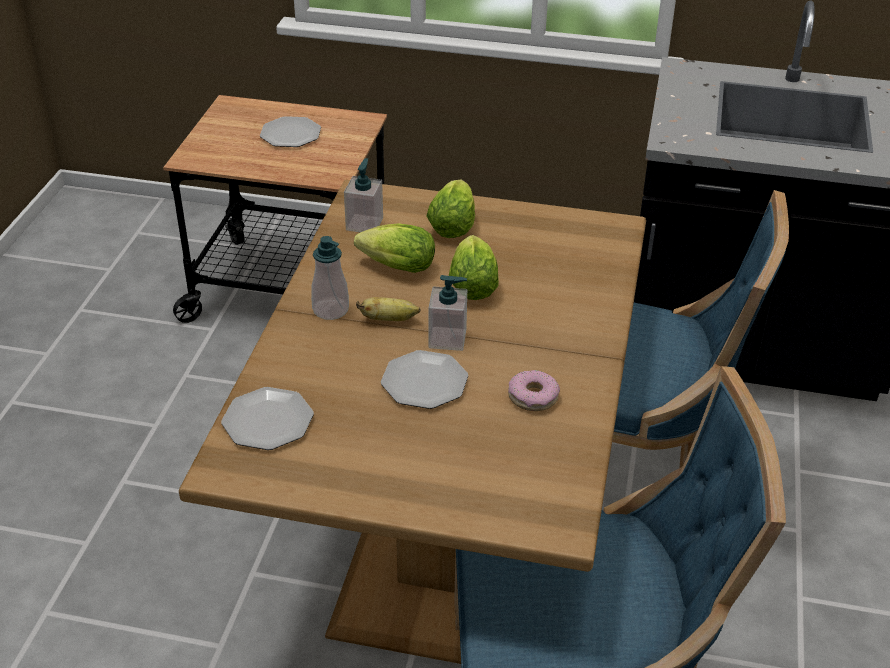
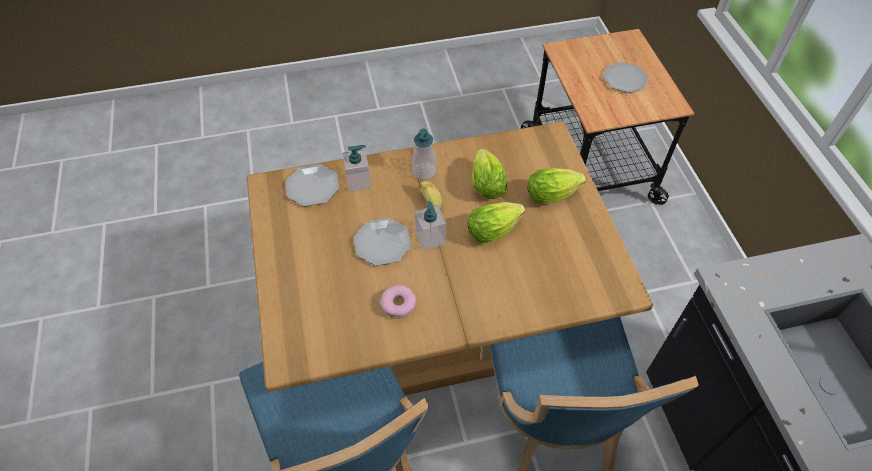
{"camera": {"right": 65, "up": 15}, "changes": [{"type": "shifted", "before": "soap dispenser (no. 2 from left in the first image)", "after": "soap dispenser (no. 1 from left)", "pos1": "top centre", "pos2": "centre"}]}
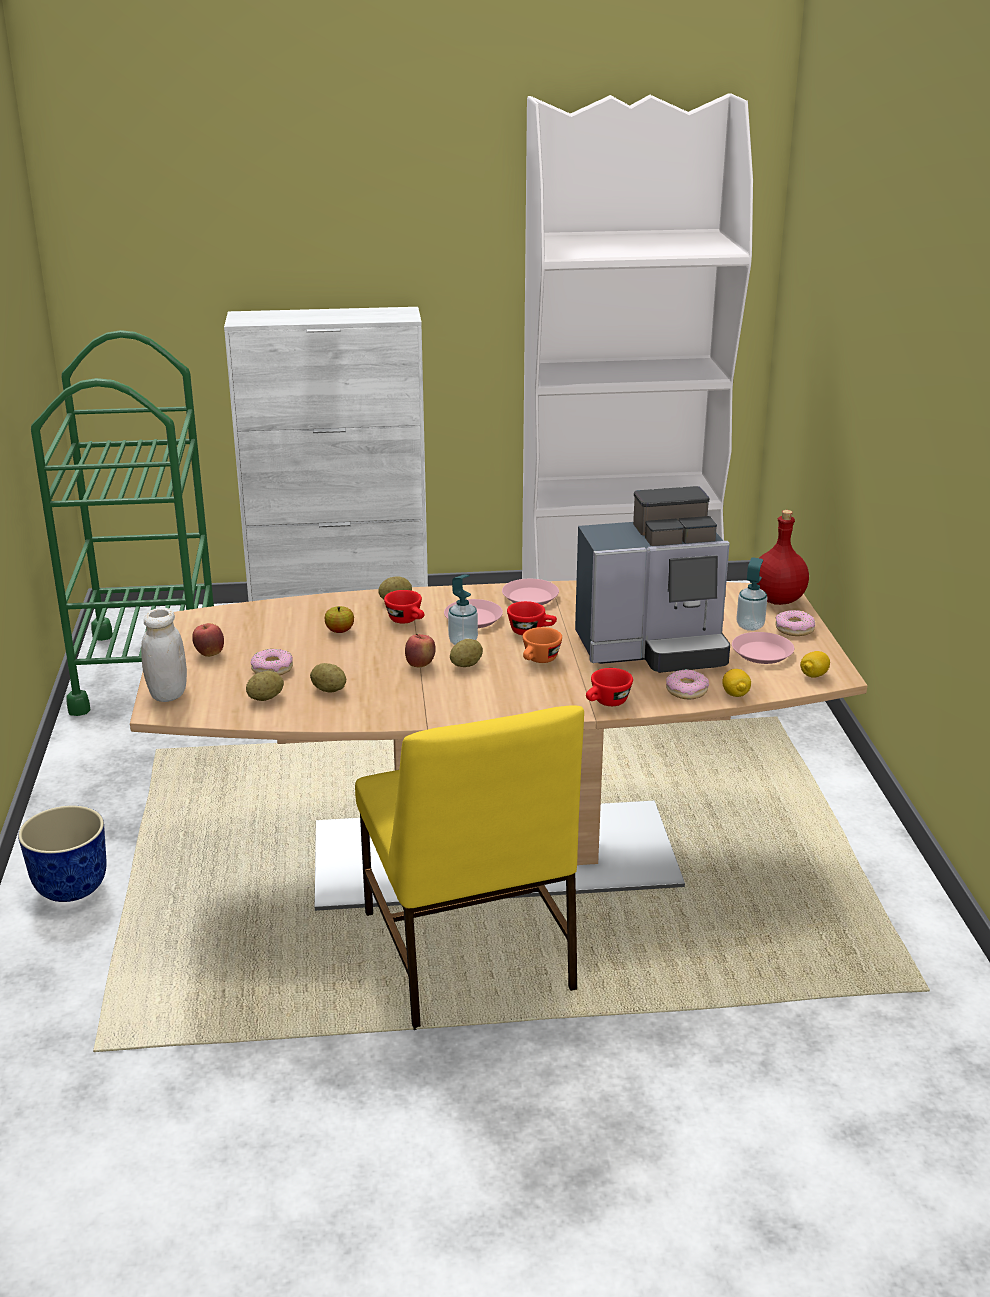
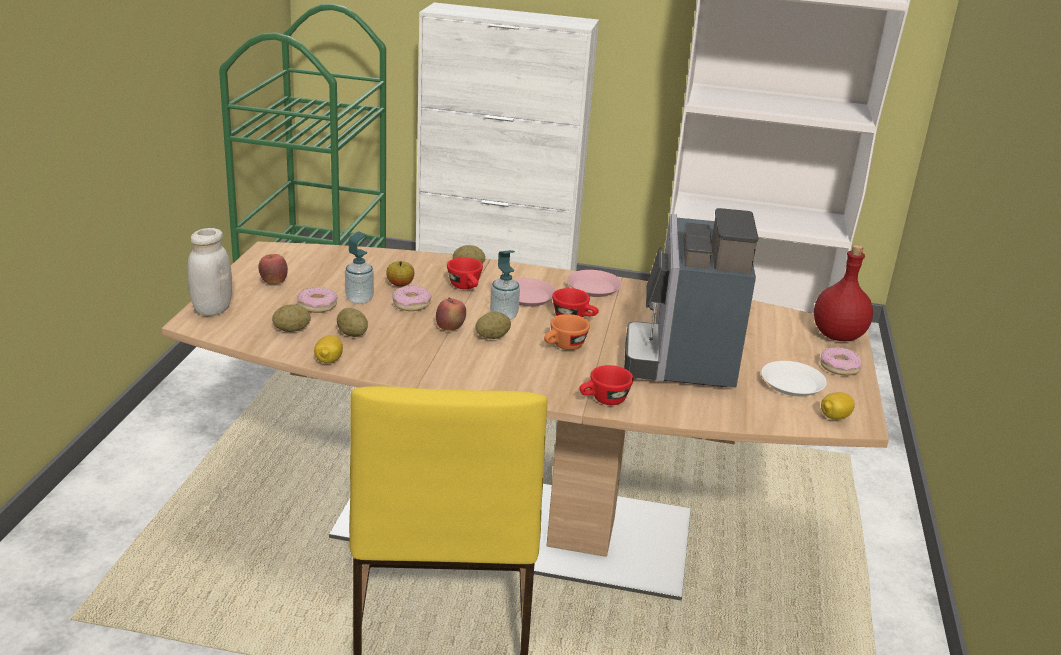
{"camera": {"right": 15, "up": 0}, "changes": [{"type": "shifted", "before": "lemon (no. 1 from left)", "pos1": "middle right", "pos2": "middle left"}, {"type": "shifted", "before": "soap dispenser (no. 2 from left in the first image)", "after": "soap dispenser (no. 1 from left)", "pos1": "middle right", "pos2": "centre"}, {"type": "shifted", "before": "donut (no. 2 from left)", "pos1": "middle right", "pos2": "centre"}, {"type": "rotated", "before": "coffee machine", "pos1": "centre", "pos2": "centre", "turn": 90}, {"type": "repainted", "before": "plate/pink (no. 3 from left)", "after": "plate/white", "pos1": "middle right", "pos2": "middle right"}, {"type": "gone", "before": "planter", "pos1": "middle left"}]}
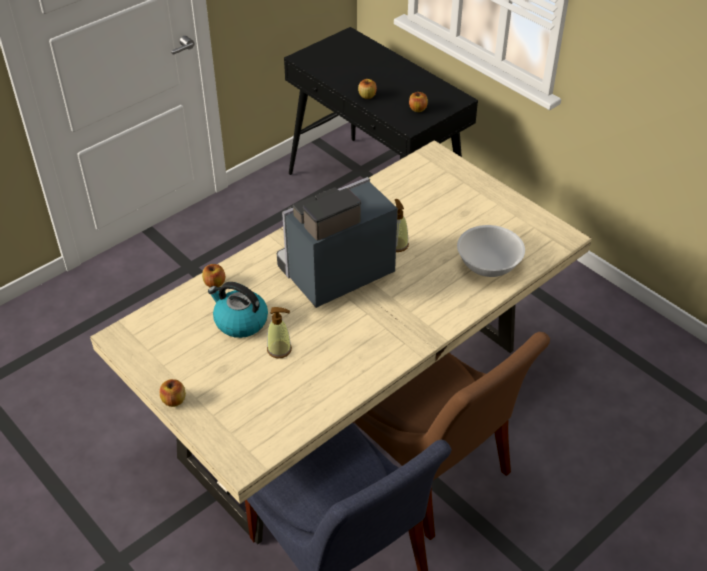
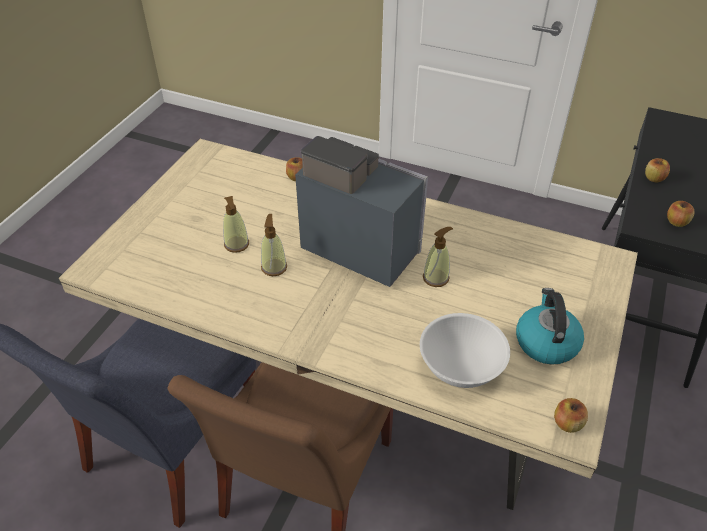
{"camera": {"right": 65, "up": 0}, "changes": [{"type": "new", "after": "soap dispenser (no. 2 from left)", "pos2": "centre"}, {"type": "shifted", "before": "kettle", "pos1": "centre", "pos2": "middle right"}, {"type": "shifted", "before": "apple (no. 1 from left in the first image)", "after": "apple (no. 2 from left)", "pos1": "bottom left", "pos2": "bottom right"}]}
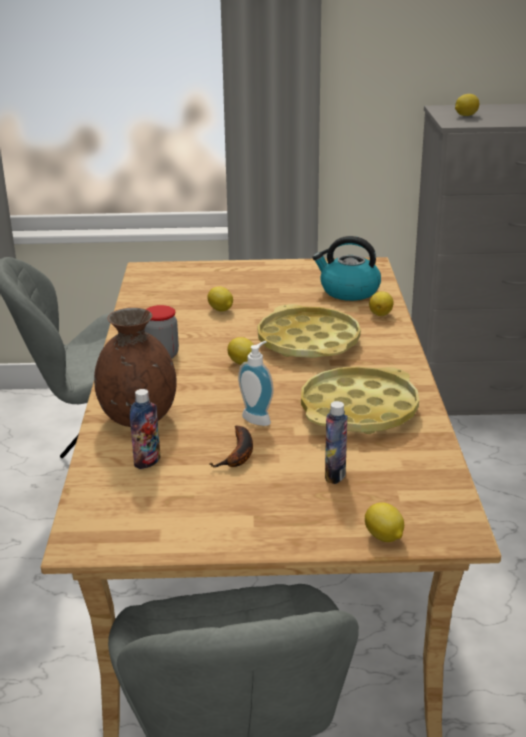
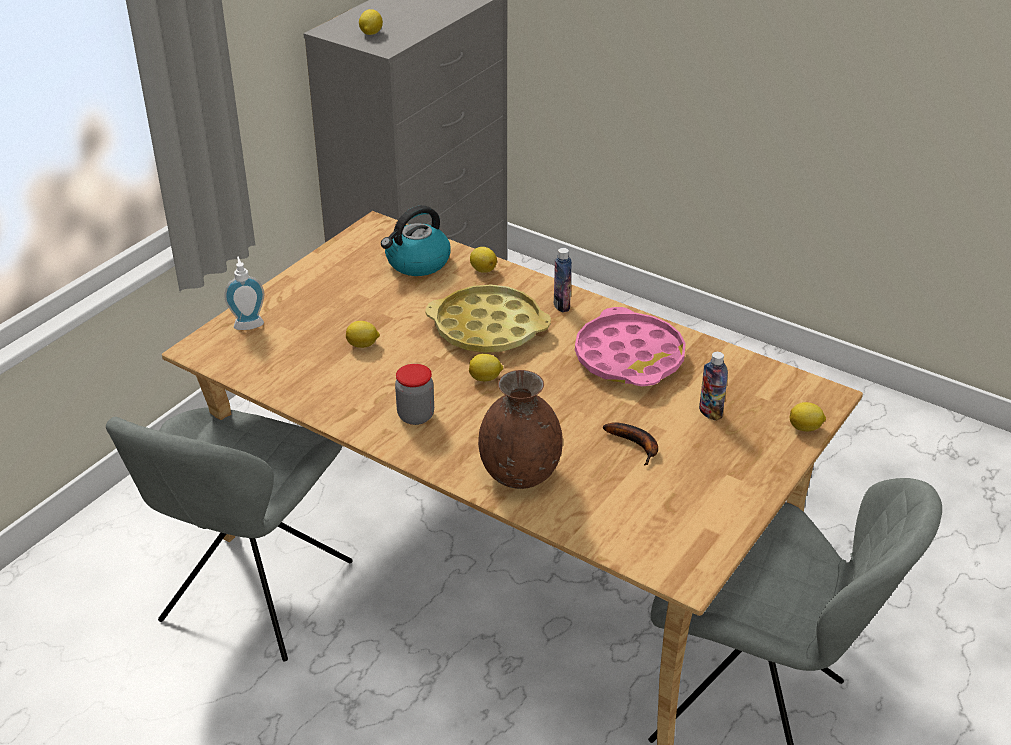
{"camera": {"right": -55, "up": 10}, "changes": [{"type": "shifted", "before": "soap dispenser", "pos1": "centre", "pos2": "middle left"}, {"type": "shifted", "before": "bottle (no. 1 from left)", "pos1": "middle left", "pos2": "centre"}, {"type": "repainted", "before": "tray/yellow (no. 2 from left)", "after": "tray/pink", "pos1": "middle right", "pos2": "centre"}]}
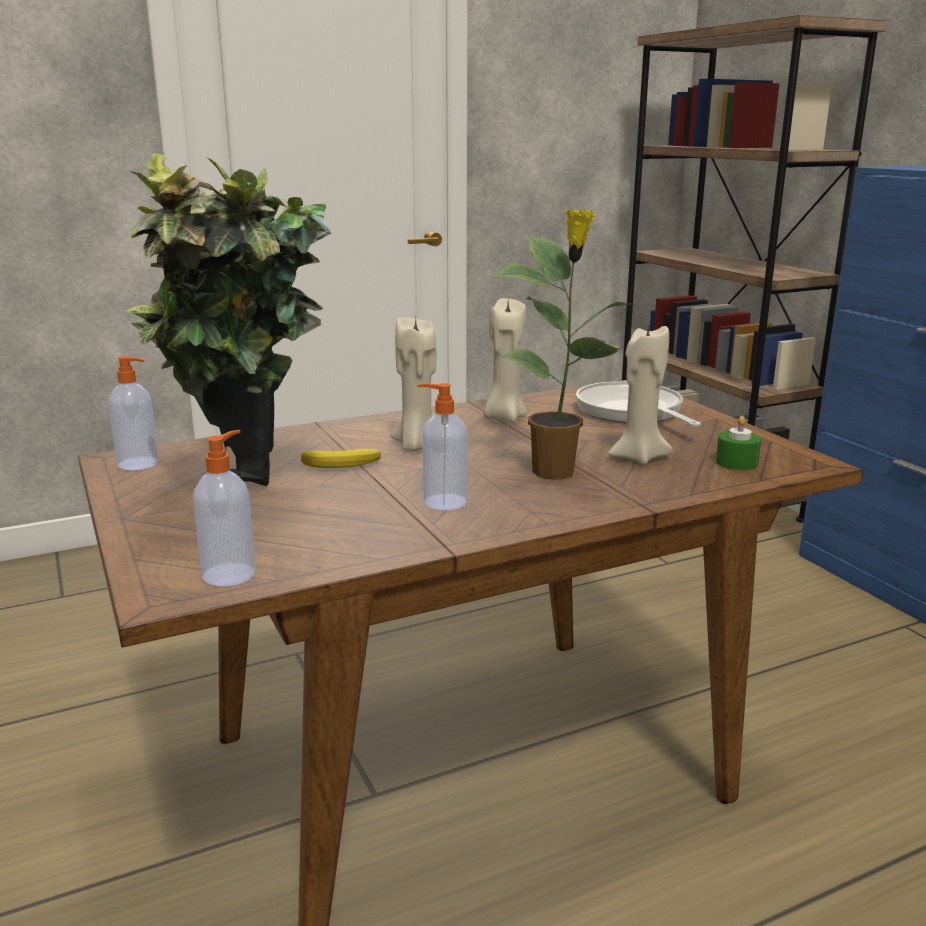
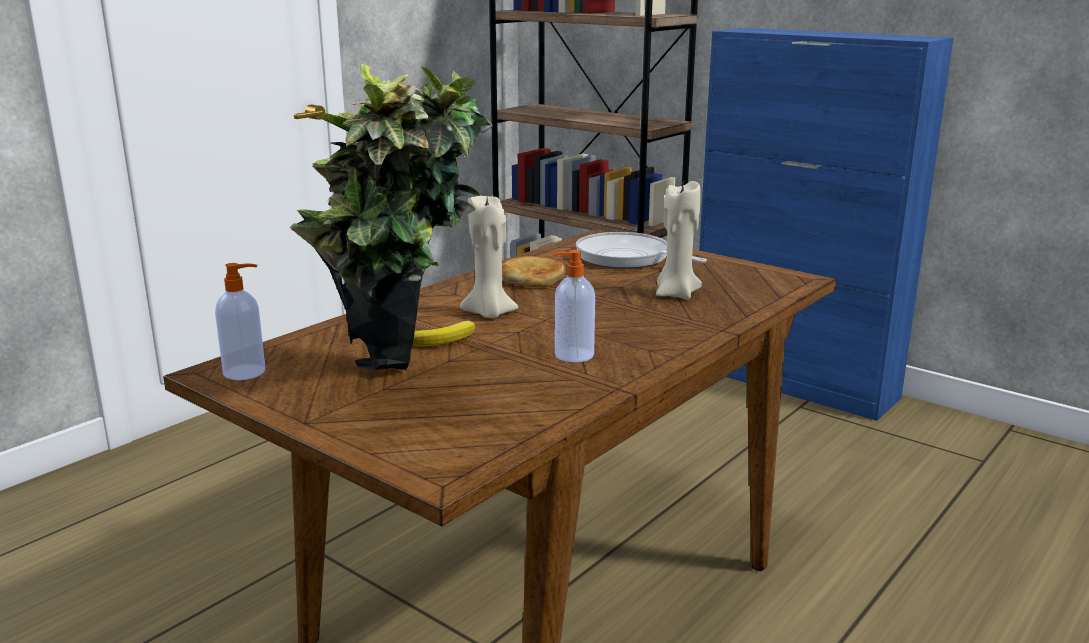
{"camera": {"right": -25, "up": 0}, "changes": [{"type": "swapped", "before": "candle/beige (no. 2 from left)", "after": "bread", "pos1": "centre", "pos2": "centre"}, {"type": "gone", "before": "soap dispenser (no. 2 from left)", "pos1": "middle left"}, {"type": "gone", "before": "potted plant (no. 2 from left)", "pos1": "centre"}, {"type": "gone", "before": "candle/green", "pos1": "middle right"}]}
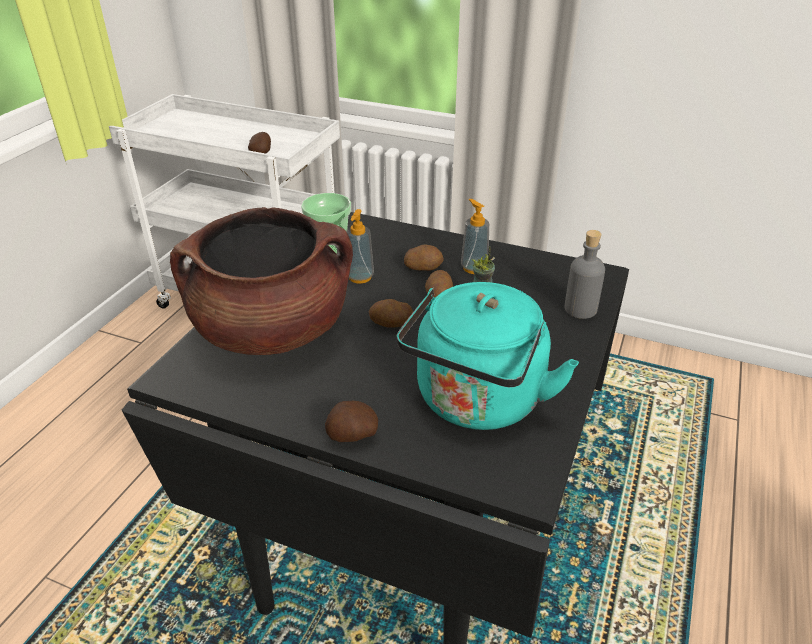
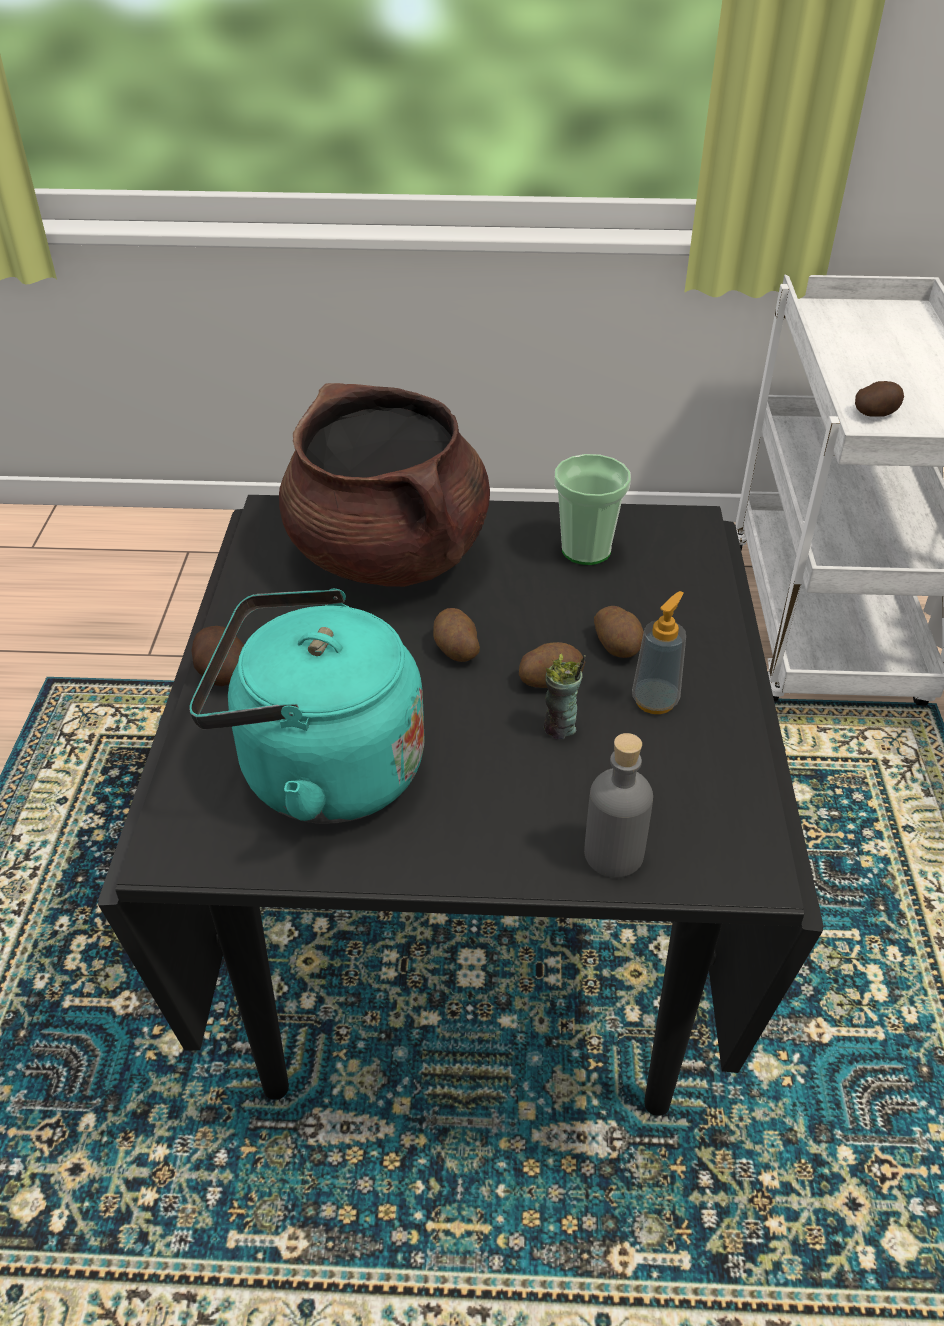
{"camera": {"right": 70, "up": 5}, "changes": [{"type": "gone", "before": "soap dispenser (no. 1 from left)", "pos1": "centre"}]}
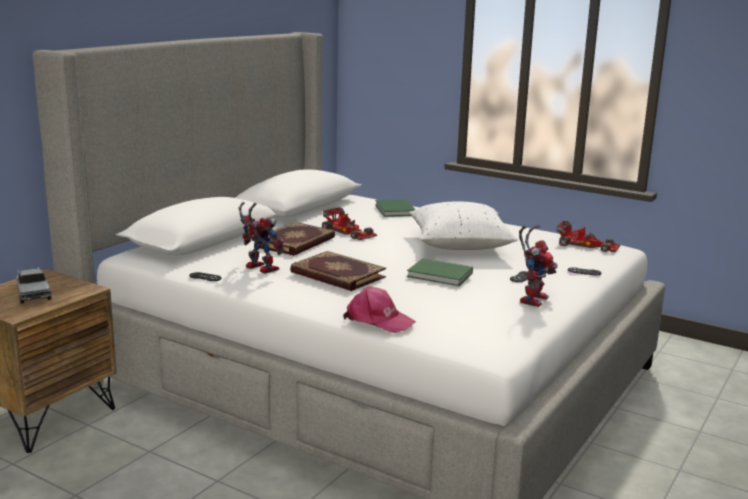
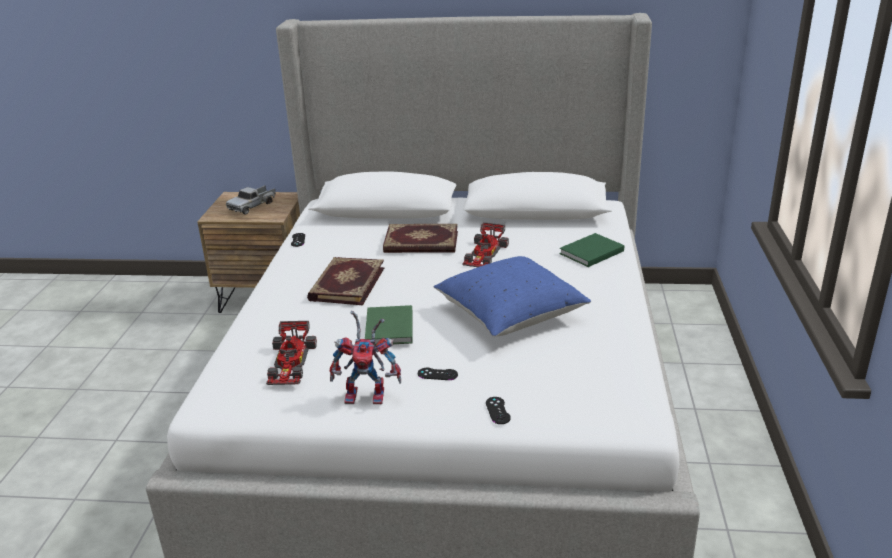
{"camera": {"right": 65, "up": 10}, "changes": [{"type": "shifted", "before": "toy car (no. 2 from left in the first image)", "after": "toy car (no. 1 from left)", "pos1": "middle right", "pos2": "middle left"}, {"type": "repainted", "before": "pillow/white", "after": "pillow/blue", "pos1": "centre", "pos2": "centre"}, {"type": "gone", "before": "toy robot (no. 1 from left)", "pos1": "centre"}, {"type": "gone", "before": "cap/pink", "pos1": "centre"}]}
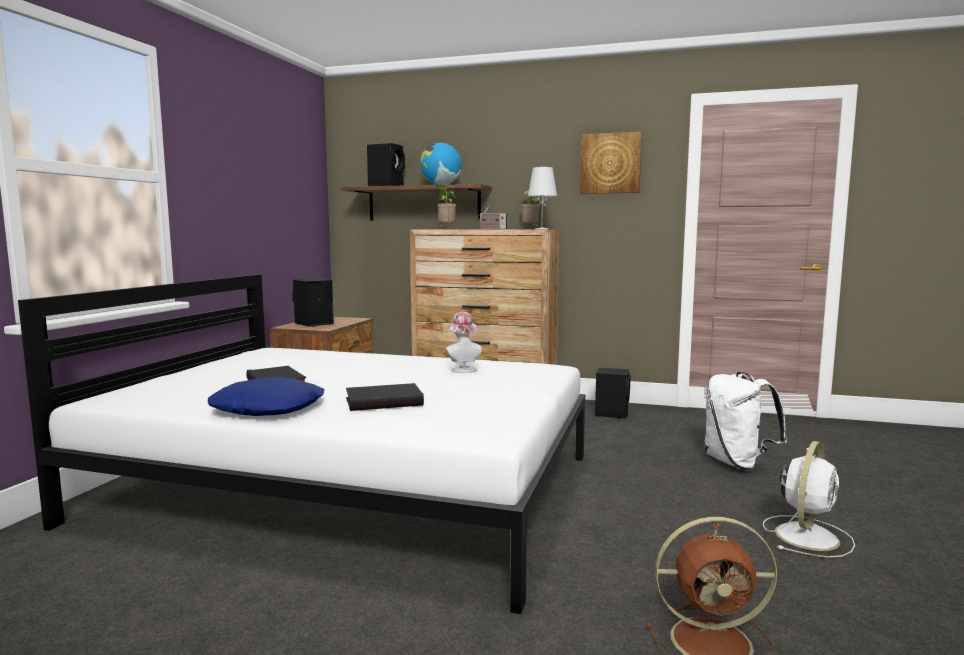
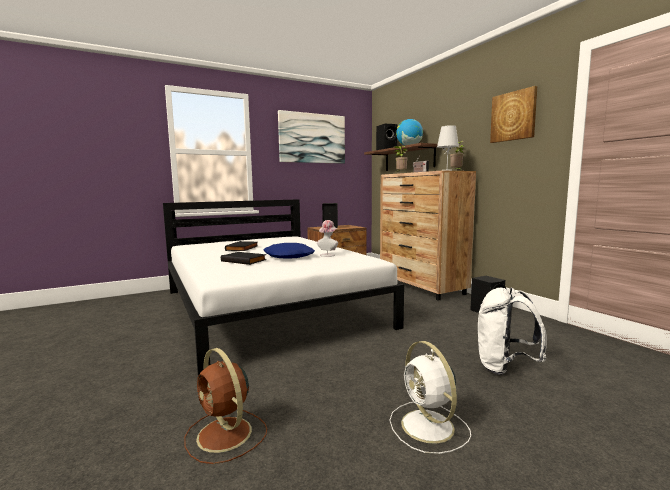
{"camera": {"right": 45, "up": 0}, "changes": [{"type": "shifted", "before": "pillow/blue", "pos1": "middle left", "pos2": "centre"}, {"type": "new", "after": "picture (no. 1 from left)", "pos2": "top centre"}, {"type": "rotated", "before": "fan/white", "pos1": "bottom right", "pos2": "bottom centre", "turn": 75}]}
